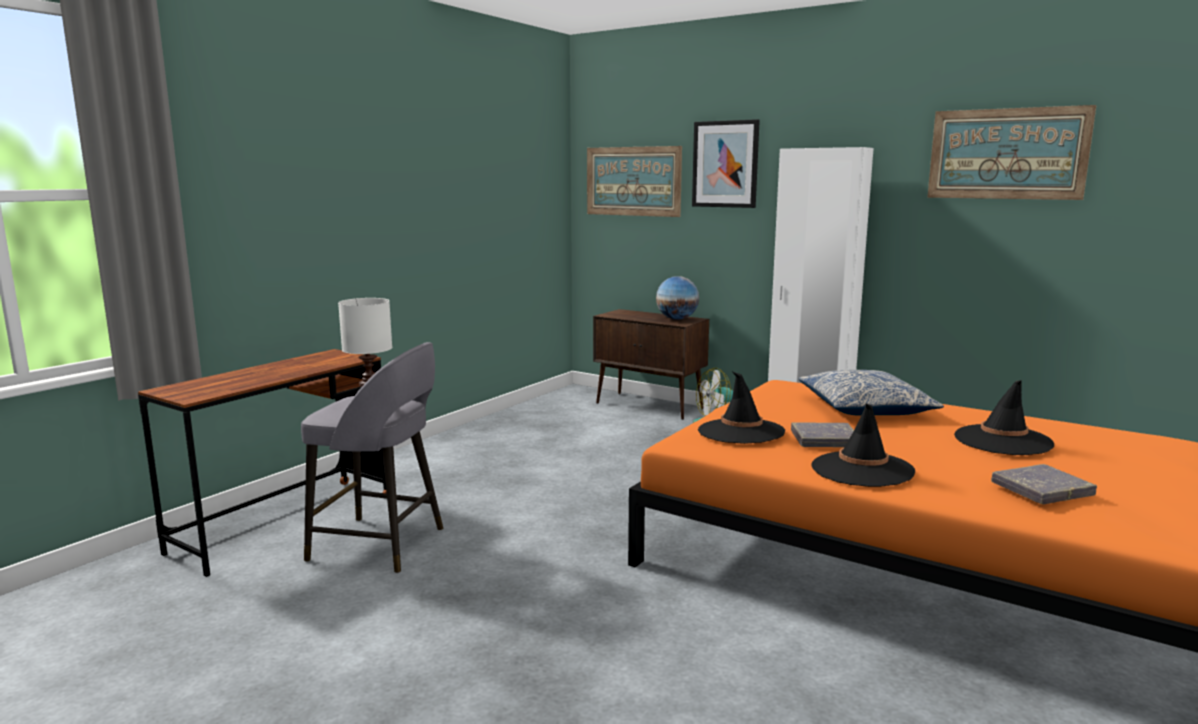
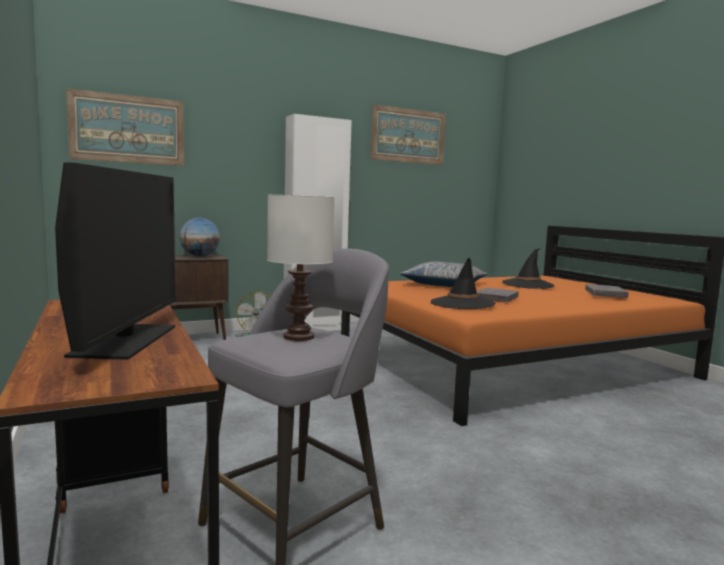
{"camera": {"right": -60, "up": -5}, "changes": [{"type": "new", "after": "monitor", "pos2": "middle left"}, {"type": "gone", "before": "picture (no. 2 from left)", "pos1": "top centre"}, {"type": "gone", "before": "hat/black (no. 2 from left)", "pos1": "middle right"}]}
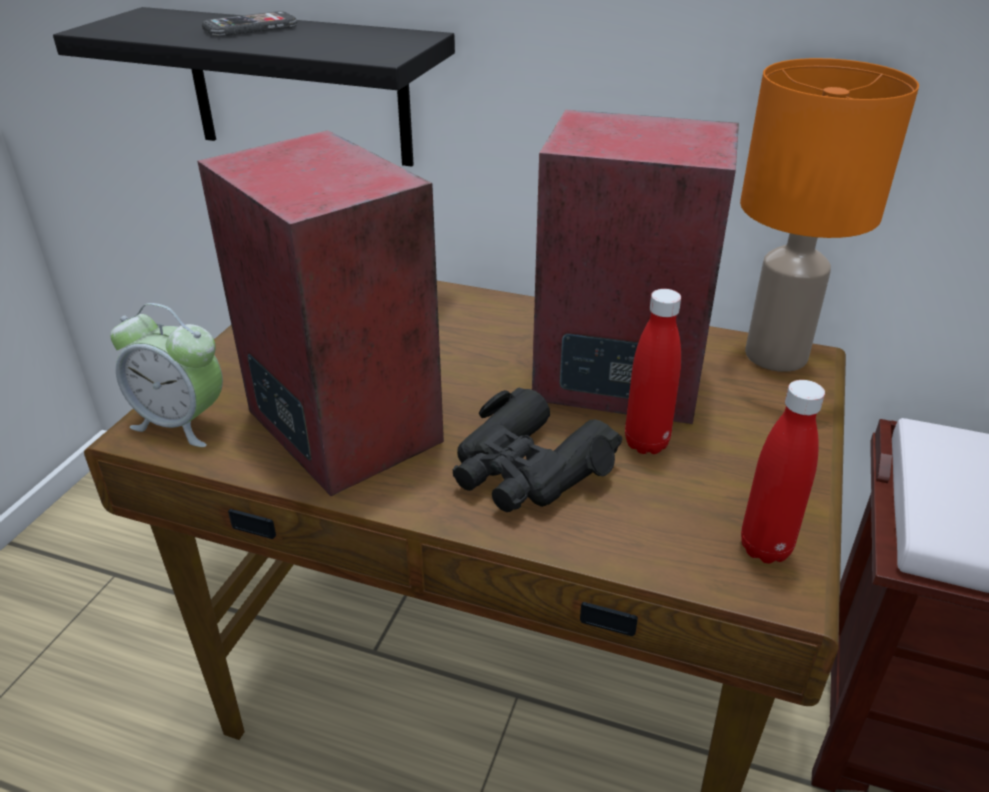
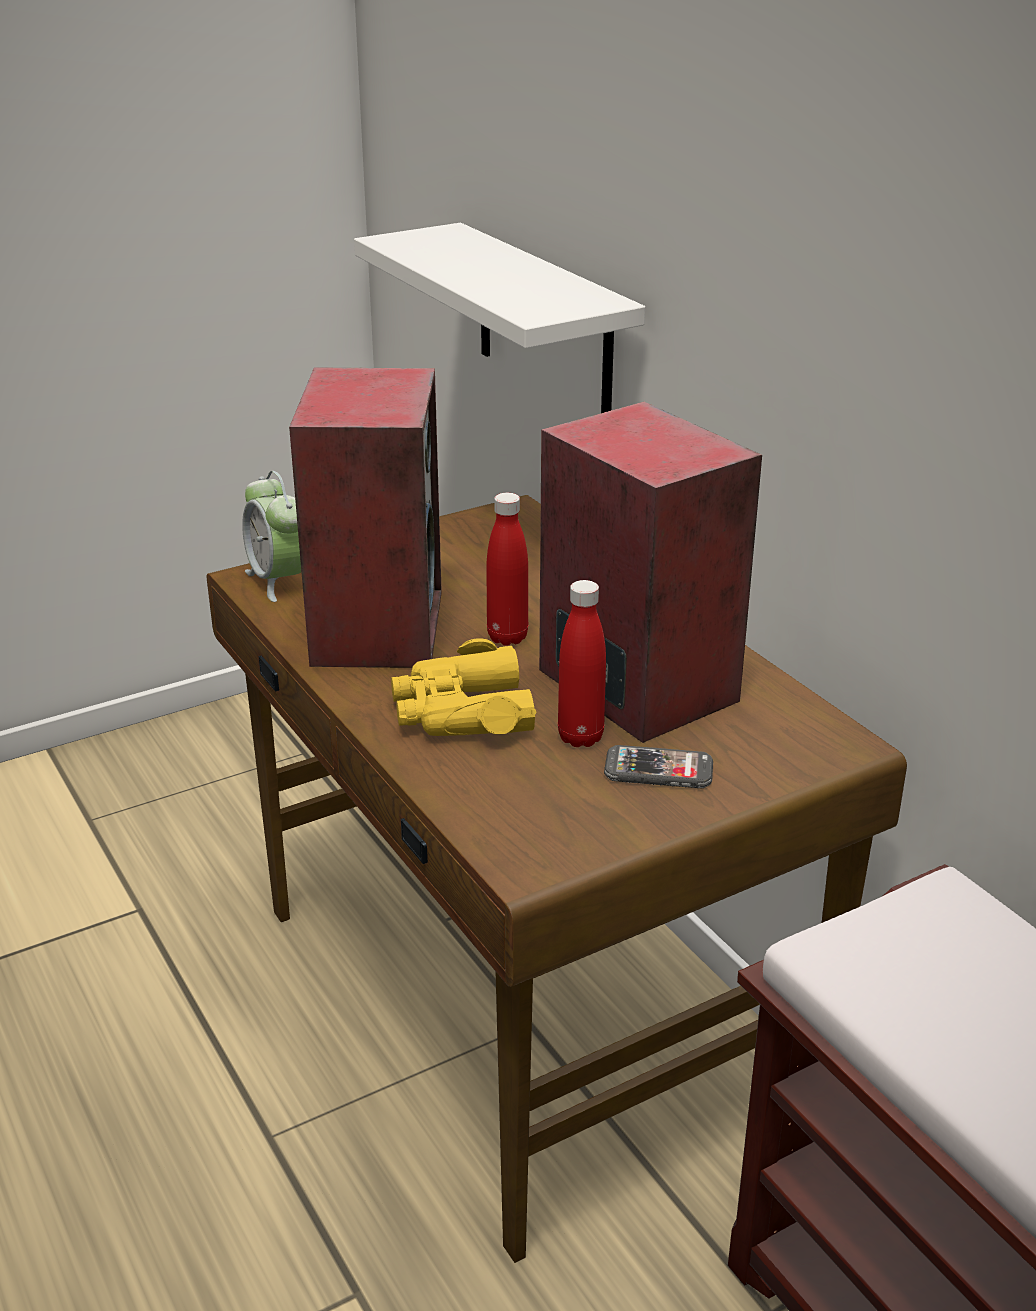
{"camera": {"right": 40, "up": -5}, "changes": [{"type": "repainted", "before": "shelf/black", "after": "shelf/white", "pos1": "top left", "pos2": "top centre"}, {"type": "repainted", "before": "binoculars/black", "after": "binoculars/yellow", "pos1": "centre", "pos2": "centre"}, {"type": "shifted", "before": "bottle/red (no. 2 from left in the first image)", "after": "bottle/red (no. 1 from left)", "pos1": "middle right", "pos2": "centre"}, {"type": "shifted", "before": "phone", "pos1": "top left", "pos2": "centre"}, {"type": "gone", "before": "table lamp/orange", "pos1": "top right"}]}
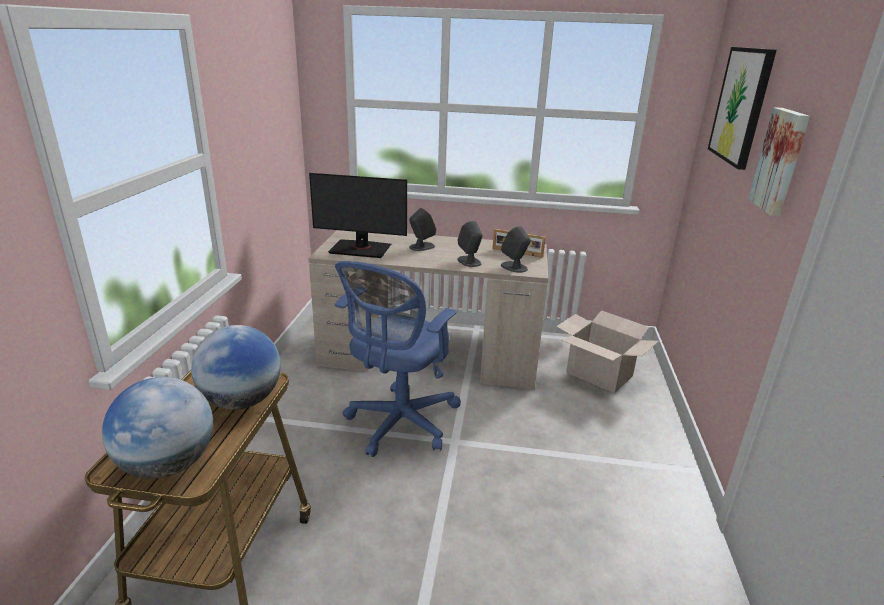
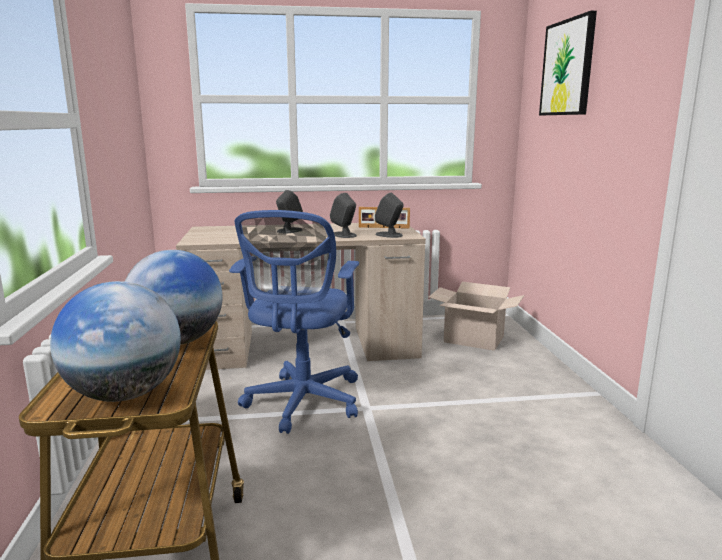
{"camera": {"right": -15, "up": -10}, "changes": [{"type": "gone", "before": "monitor", "pos1": "centre"}, {"type": "gone", "before": "picture (no. 2 from left)", "pos1": "top right"}]}
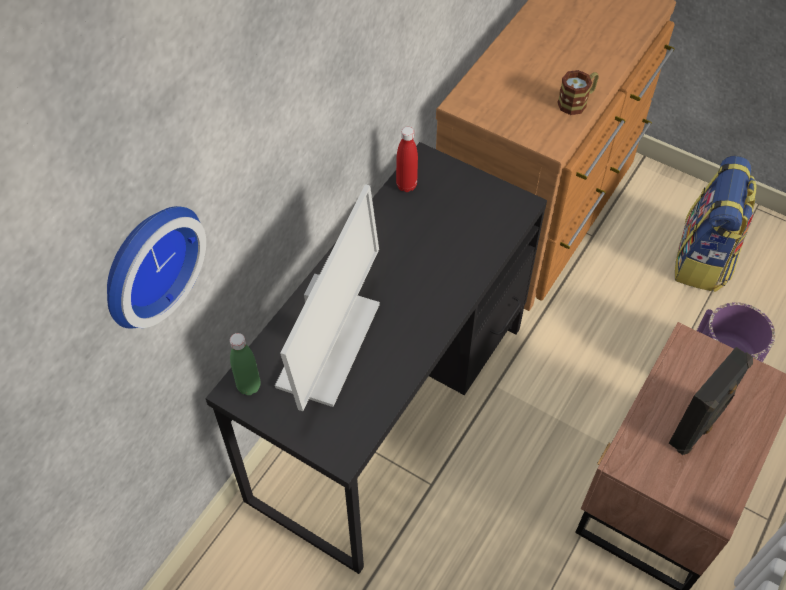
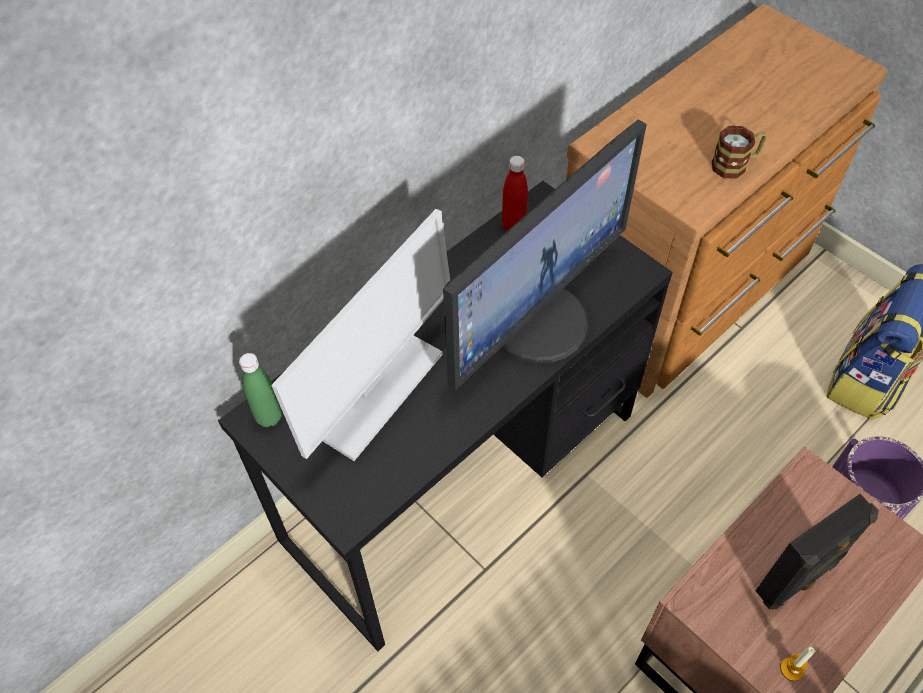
{"camera": {"right": 15, "up": 0}, "changes": [{"type": "new", "after": "monitor (no. 2 from left)", "pos2": "centre"}, {"type": "new", "after": "candle", "pos2": "bottom right"}, {"type": "gone", "before": "wall clock", "pos1": "middle left"}]}
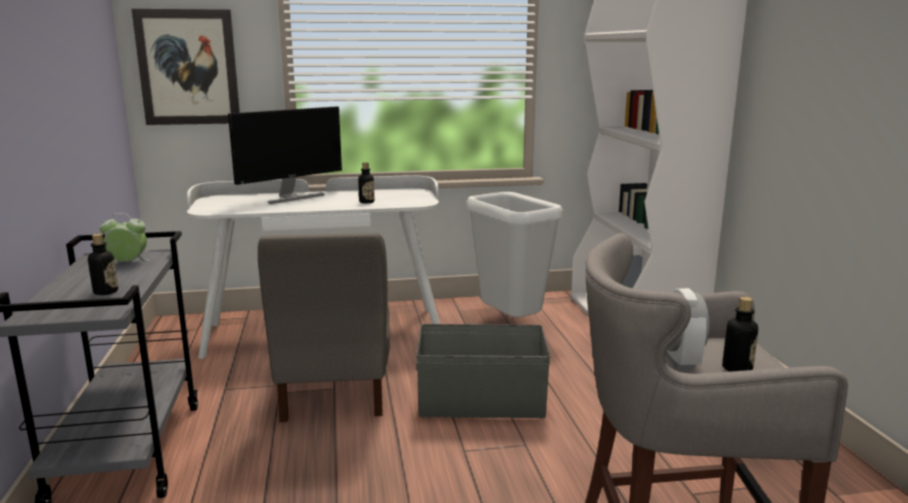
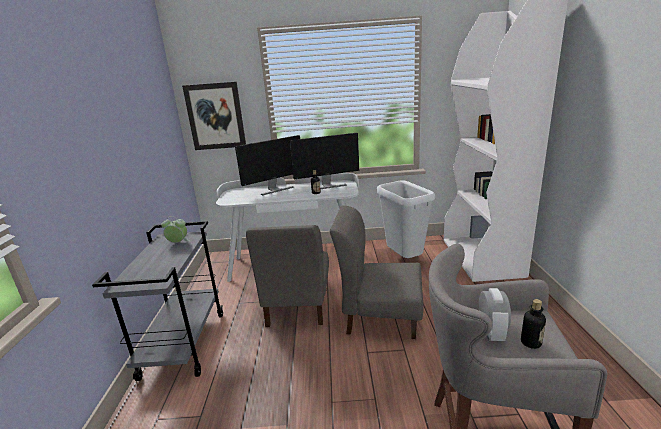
{"camera": {"right": 10, "up": 5}, "changes": [{"type": "new", "after": "monitor (no. 2 from left)", "pos2": "centre"}, {"type": "swapped", "before": "storage box/grey", "after": "chair/grey (no. 2 from left)", "pos1": "bottom centre", "pos2": "centre"}, {"type": "gone", "before": "bottle (no. 1 from left)", "pos1": "middle left"}]}
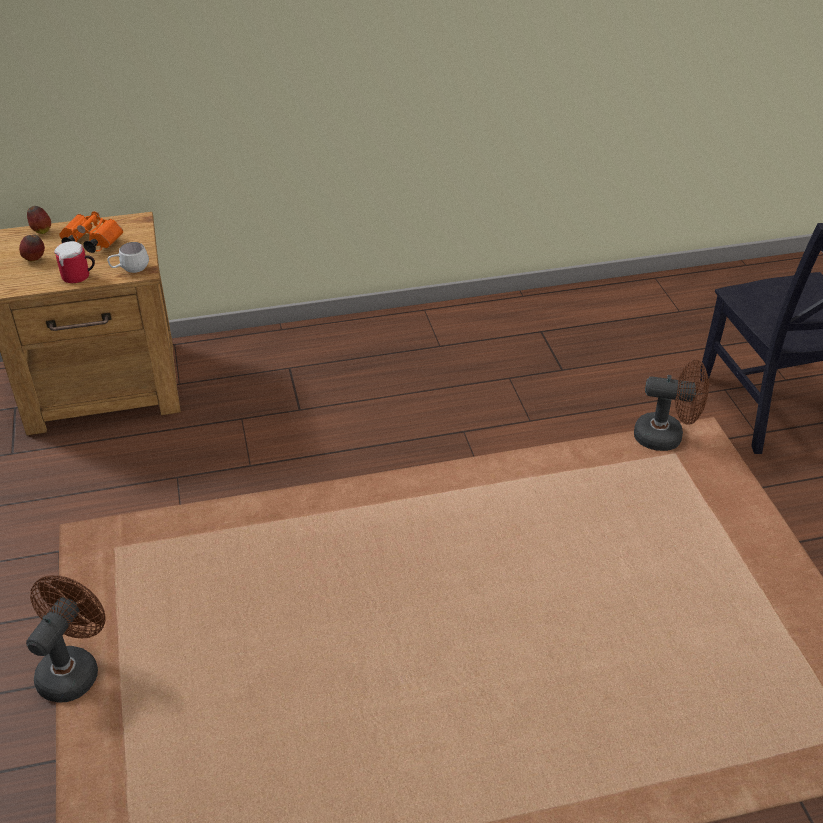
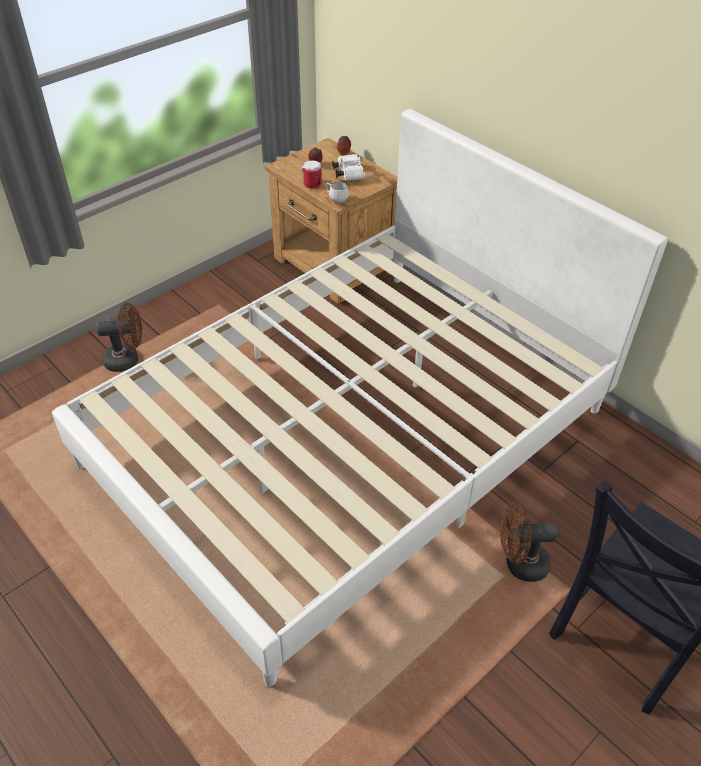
{"camera": {"right": 60, "up": 5}, "changes": [{"type": "new", "after": "bed/white", "pos2": "centre"}, {"type": "repainted", "before": "binoculars/orange", "after": "binoculars/white", "pos1": "top left", "pos2": "top centre"}, {"type": "rotated", "before": "fan/brown (no. 2 from left)", "pos1": "middle right", "pos2": "bottom right", "turn": 105}]}
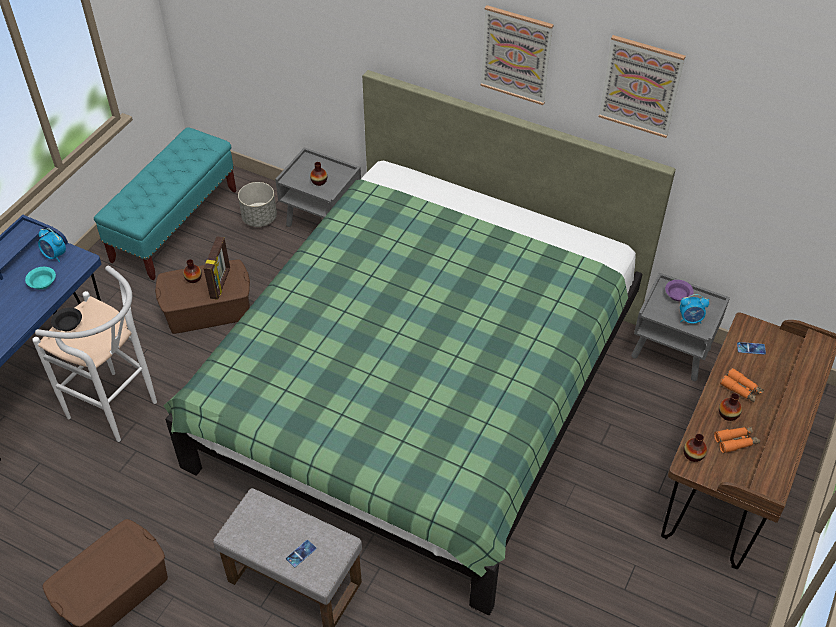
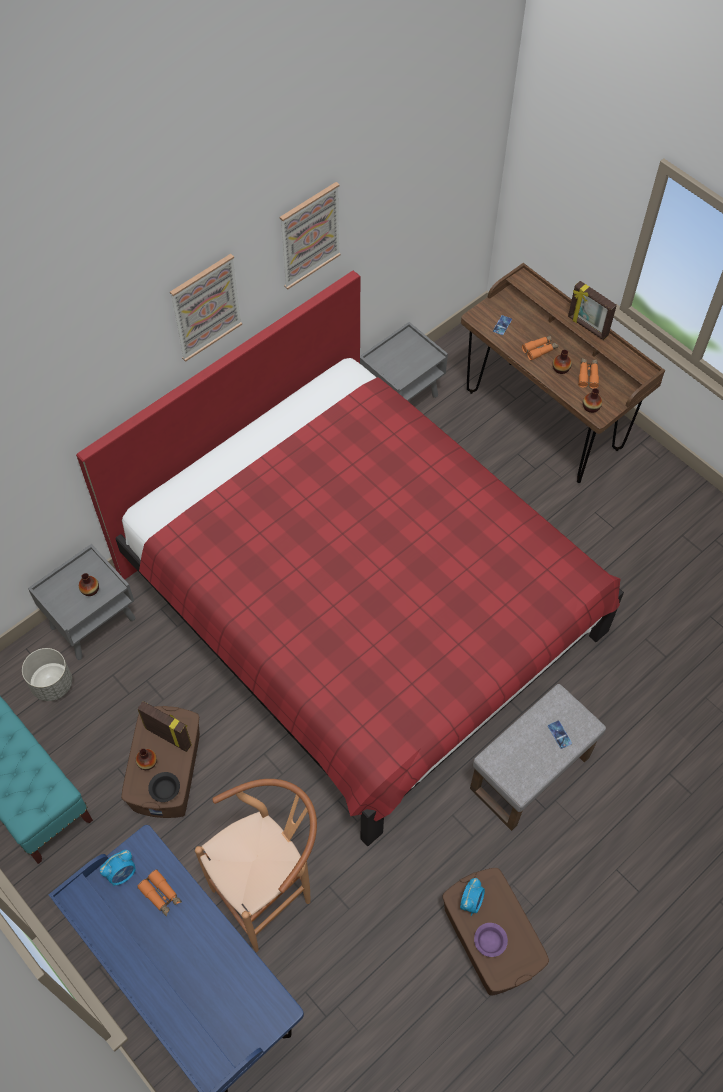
{"camera": {"right": -70, "up": 10}, "changes": [{"type": "repainted", "before": "bed/green", "after": "bed/red", "pos1": "centre", "pos2": "centre"}, {"type": "swapped", "before": "bowl/turquoise", "after": "binoculars/orange (no. 1 from left)", "pos1": "middle left", "pos2": "bottom left"}, {"type": "shifted", "before": "bowl/black", "pos1": "middle left", "pos2": "bottom left"}, {"type": "repainted", "before": "stool/white", "after": "stool/brown", "pos1": "middle left", "pos2": "bottom centre"}, {"type": "shifted", "before": "alarm clock (no. 2 from left)", "pos1": "middle right", "pos2": "bottom centre"}, {"type": "shifted", "before": "bowl/purple", "pos1": "middle right", "pos2": "bottom right"}, {"type": "new", "after": "picture frame (no. 2 from left)", "pos2": "top right"}]}
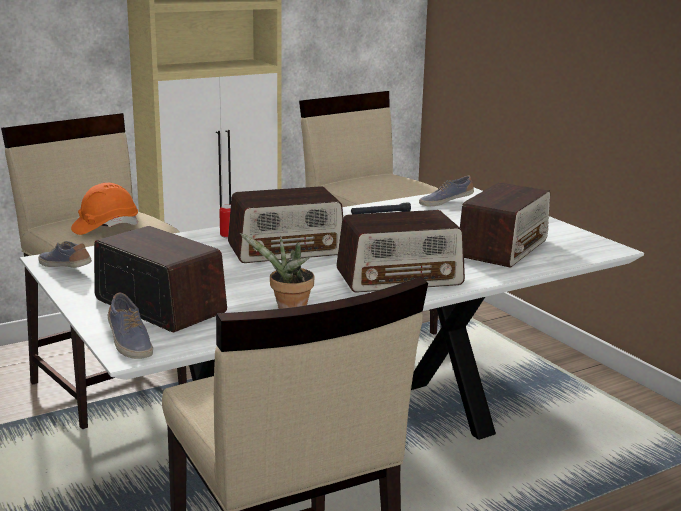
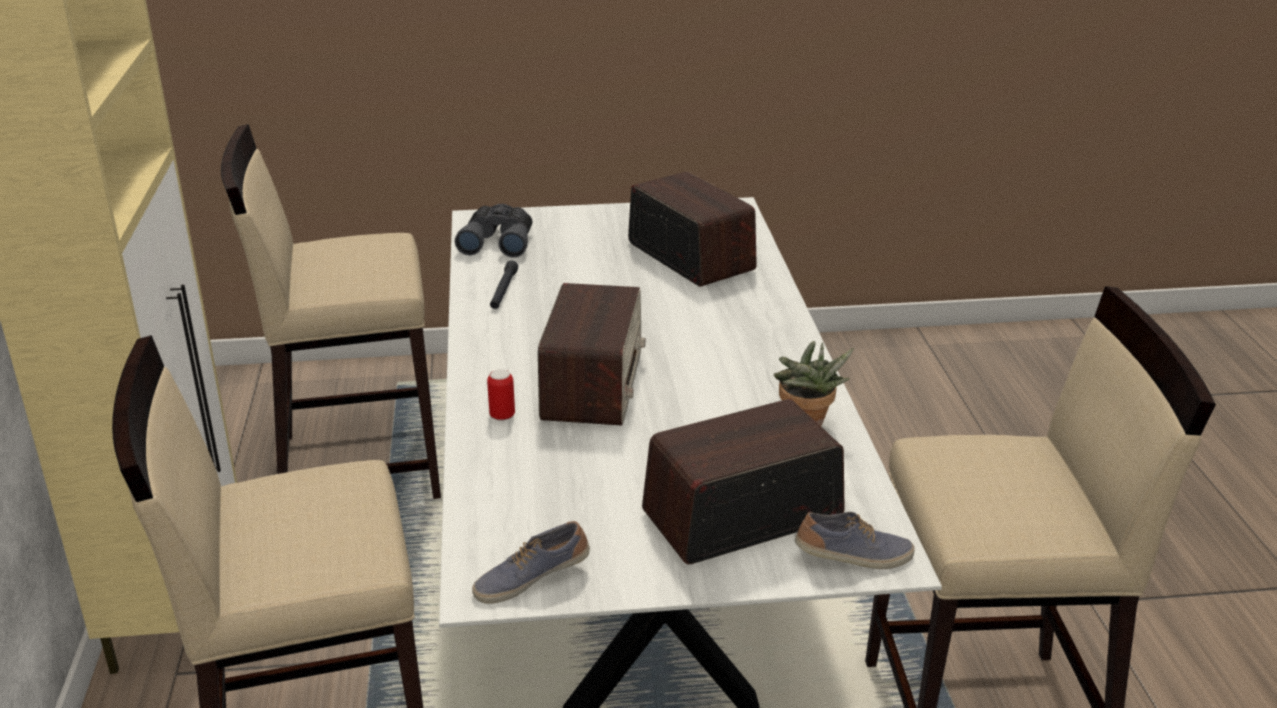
{"camera": {"right": -65, "up": 10}, "changes": [{"type": "swapped", "before": "shoe (no. 3 from left)", "after": "binoculars/grey", "pos1": "centre", "pos2": "top centre"}, {"type": "gone", "before": "hard hat/orange", "pos1": "middle left"}, {"type": "gone", "before": "radio (no. 3 from left)", "pos1": "centre"}]}
